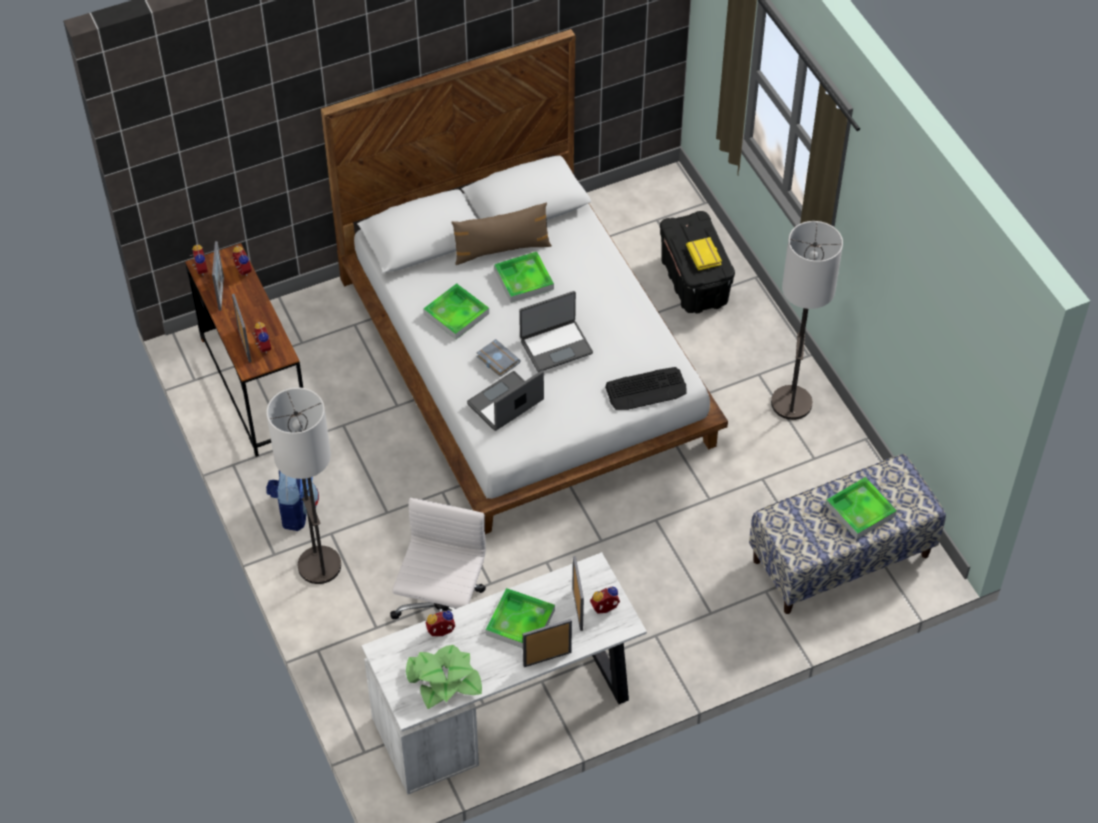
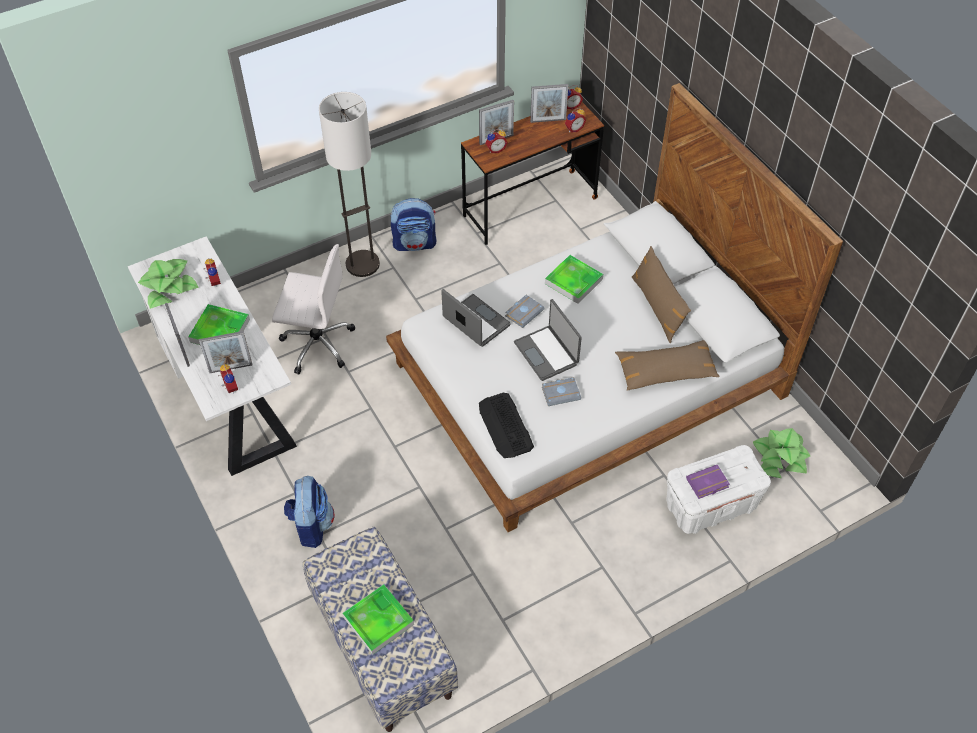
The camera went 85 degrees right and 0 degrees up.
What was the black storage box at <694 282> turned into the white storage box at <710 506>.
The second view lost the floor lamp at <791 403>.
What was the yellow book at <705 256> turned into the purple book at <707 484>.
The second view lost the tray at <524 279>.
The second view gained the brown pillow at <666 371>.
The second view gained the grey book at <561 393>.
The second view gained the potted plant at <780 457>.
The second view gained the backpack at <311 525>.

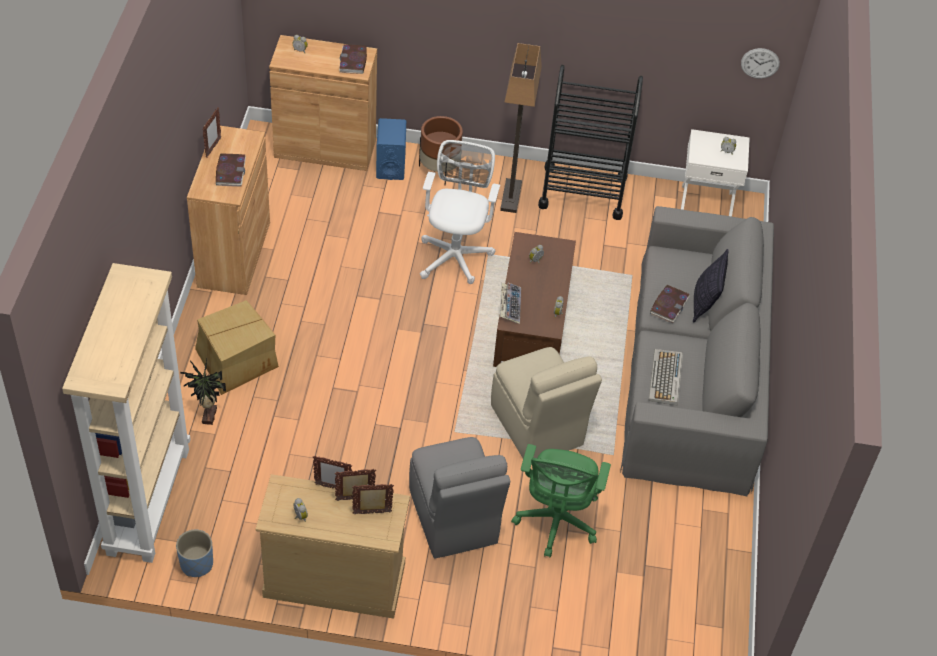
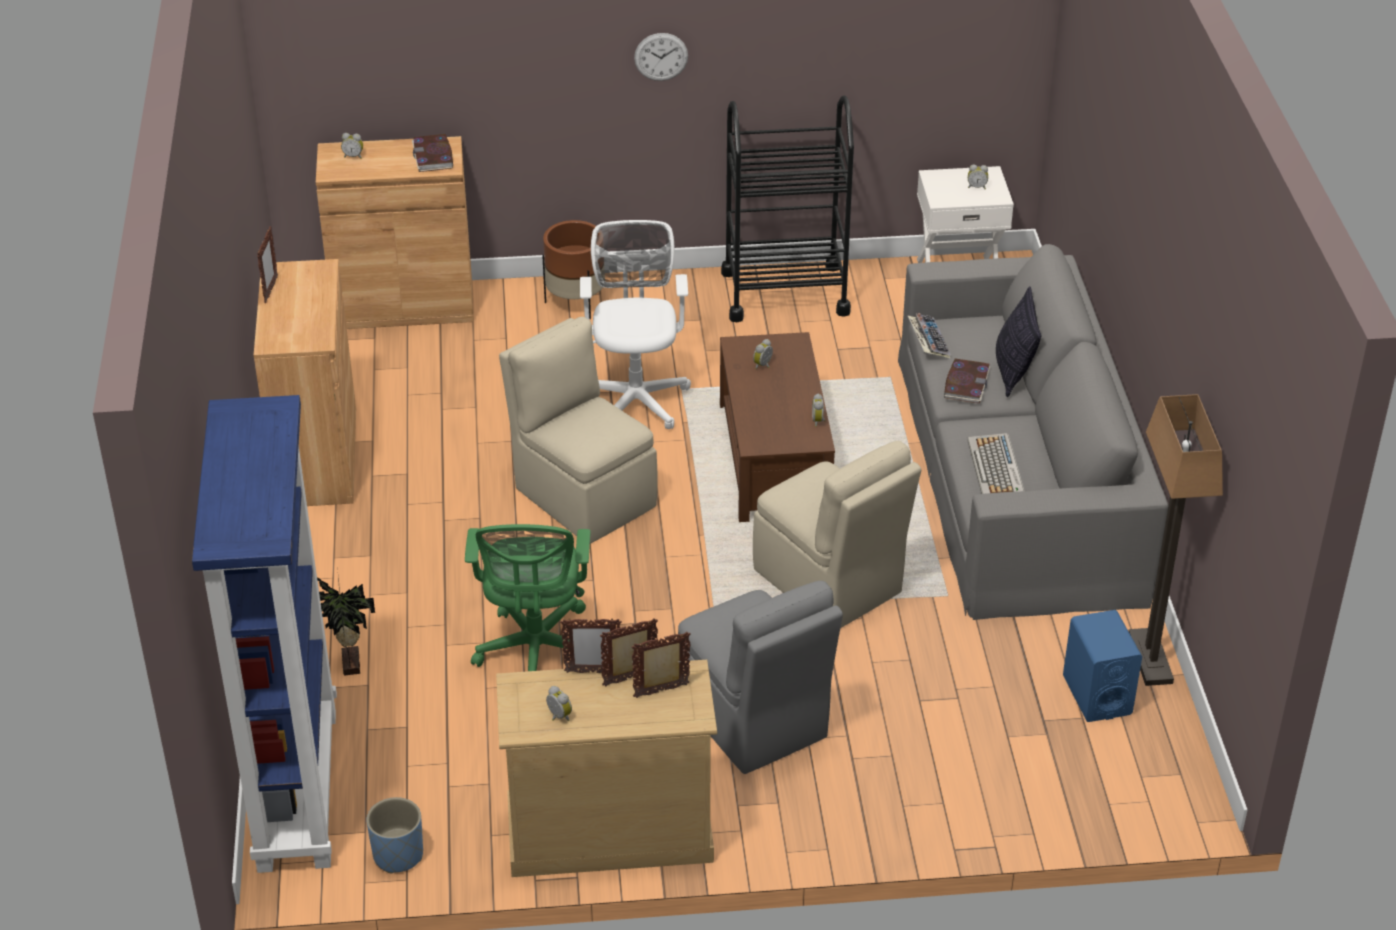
The camera went 10 degrees left and 10 degrees down.
The floor lamp ended up elsewhere, having gone from <511 197> to <1150 659>.
The wall clock ended up elsewhere, having gone from <760 63> to <661 56>.
The blue speaker ended up elsewhere, having gone from <390 166> to <1096 695>.
The second view lost the book at <230 171>.
What was the beige bookcase at <147 500> turned into the blue bookcase at <296 788>.
The keyboard ended up elsewhere, having gone from <509 305> to <928 341>.
The second view lost the cardboard box at <235 361>.
The green office chair ended up elsewhere, having gone from <556 522> to <535 652>.
The second view gained the beige chair at <583 495>.

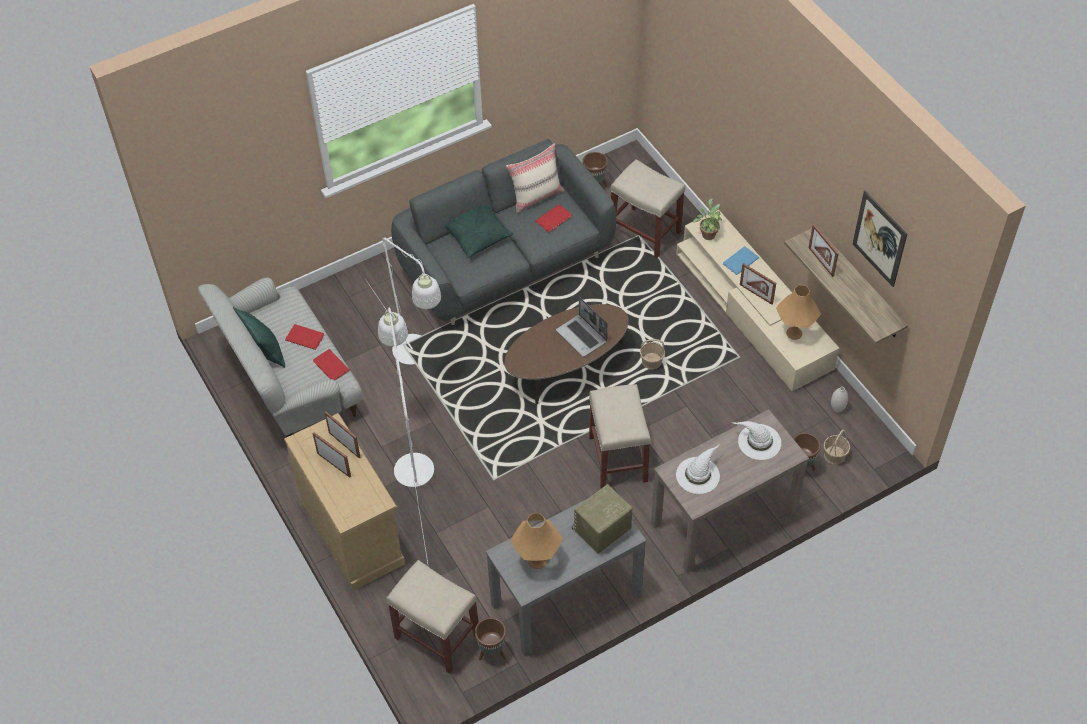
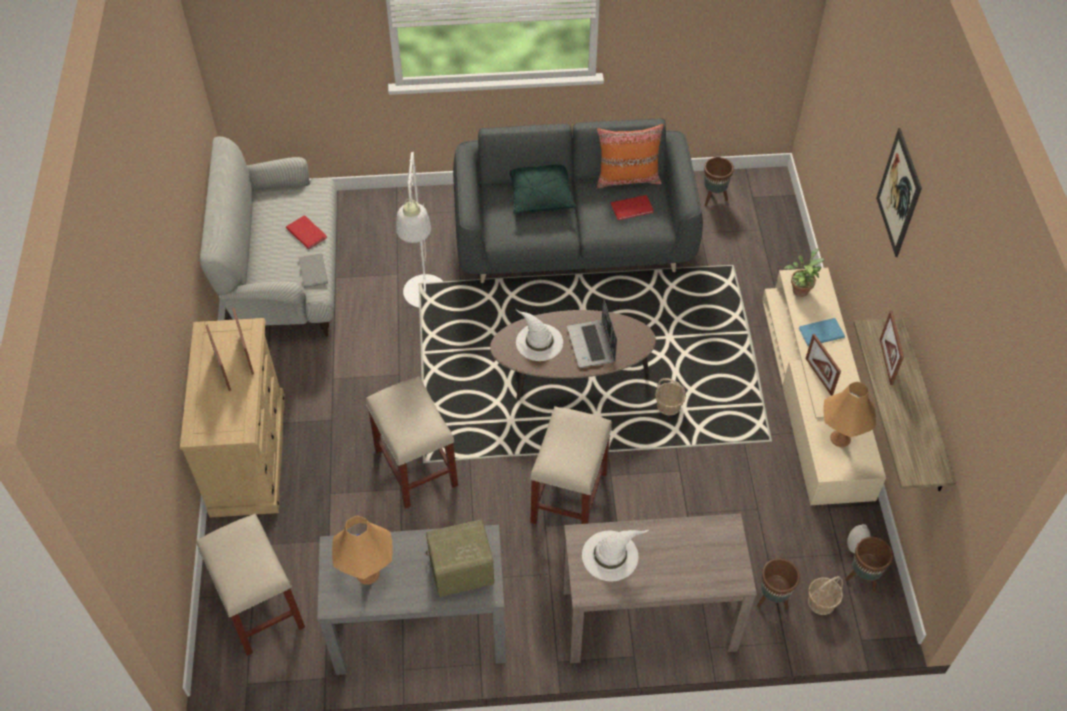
The camera went 25 degrees right and 0 degrees up.
What was the beige pillow at <536 196> turned into the orange pillow at <628 178>.
The beige stool ended up elsewhere, having gone from <646 232> to <417 468>.
The picture ended up elsewhere, having gone from <879 238> to <898 193>.
The second view lost the green pillow at <265 352>.
The second view lost the white floor lamp at <412 460>.
What was the red book at <331 367> turned into the grey book at <312 272>.
The white hat ended up elsewhere, having gone from <758 441> to <538 341>.
The brown planter ended up elsewhere, having gone from <492 653> to <862 578>.

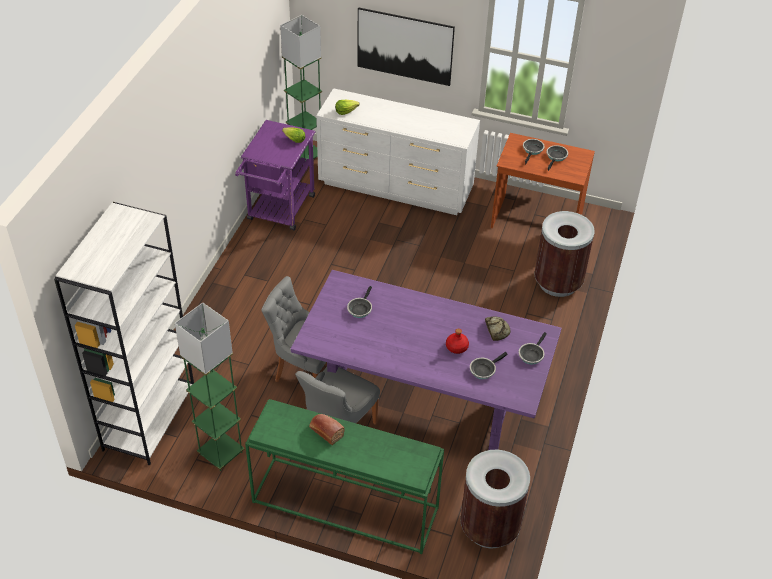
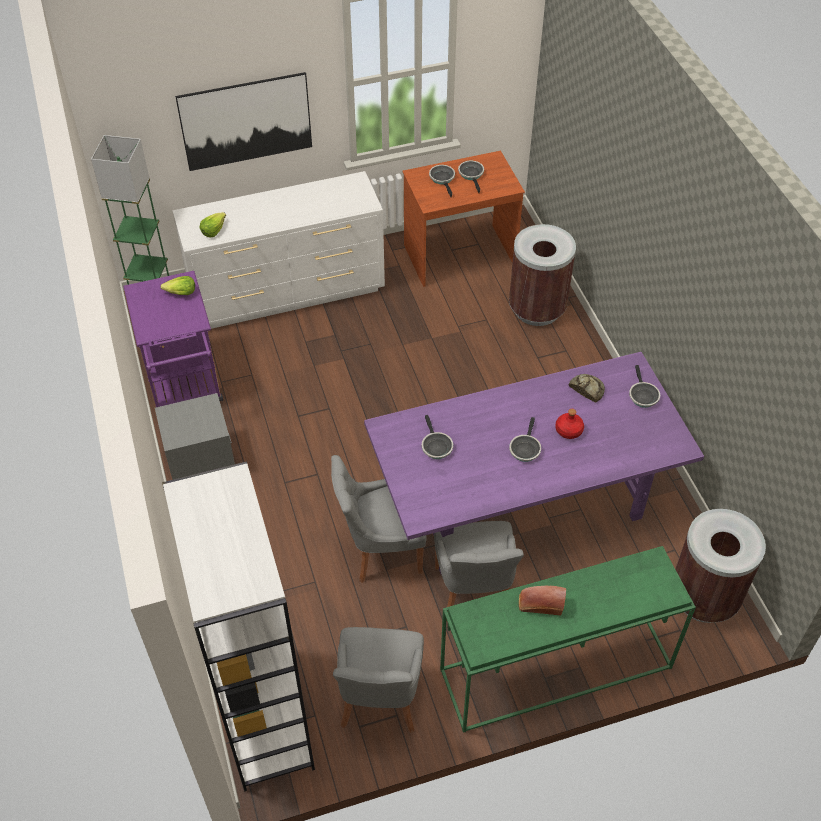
The camera went 35 degrees left and 5 degrees up.
Where the green floor lamp stood at <221 453>, the grey chair came to stand at <379 701>.
The frying pan ended up elsewhere, having gone from <484 369> to <525 448>.
The second view gained the grey nightstand at <200 461>.

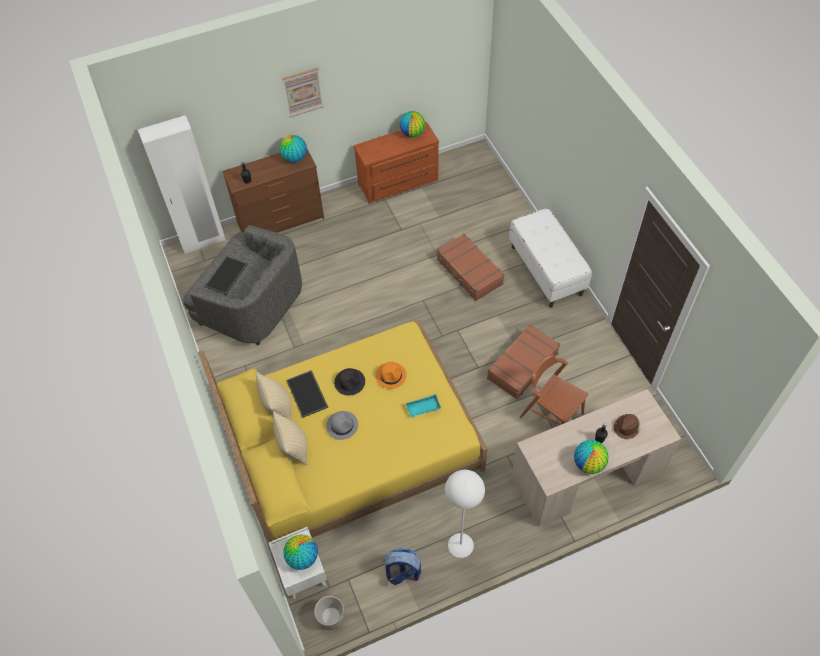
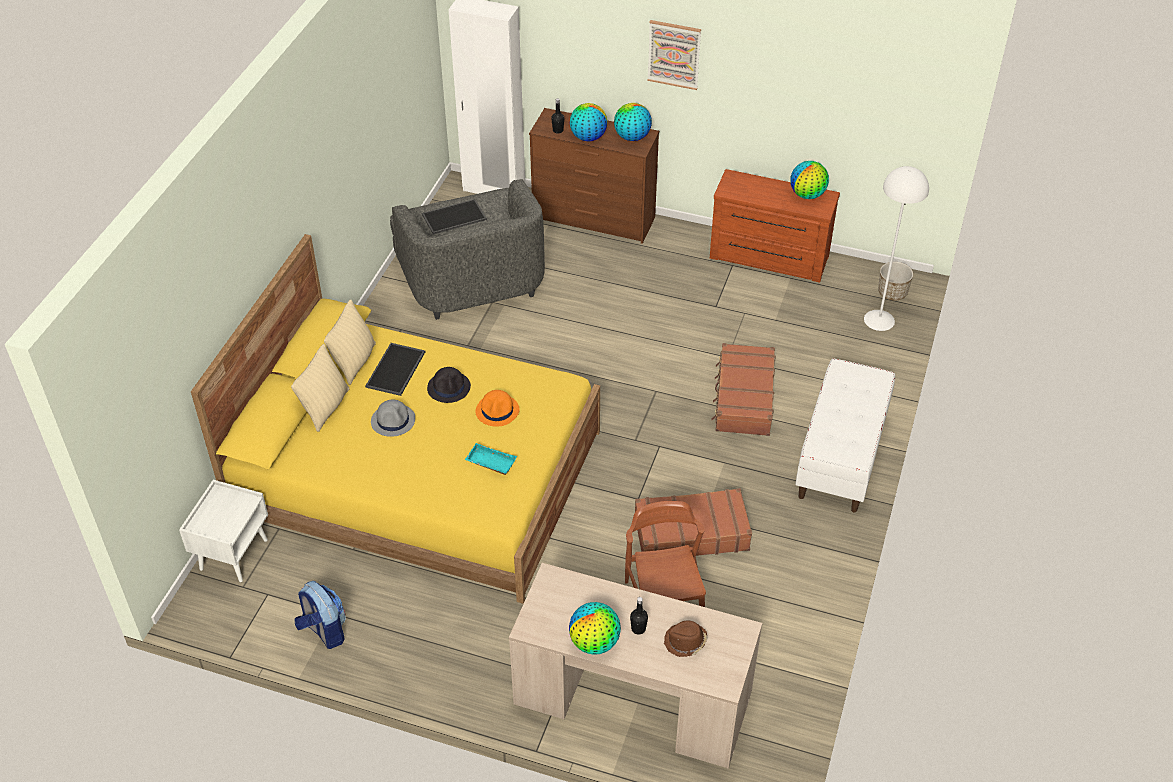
The camera went 40 degrees right and 10 degrees down.
The white floor lamp ended up elsewhere, having gone from <461 545> to <879 320>.
The globe ended up elsewhere, having gone from <302 557> to <588 137>.
The planter ended up elsewhere, having gone from <331 617> to <892 292>.

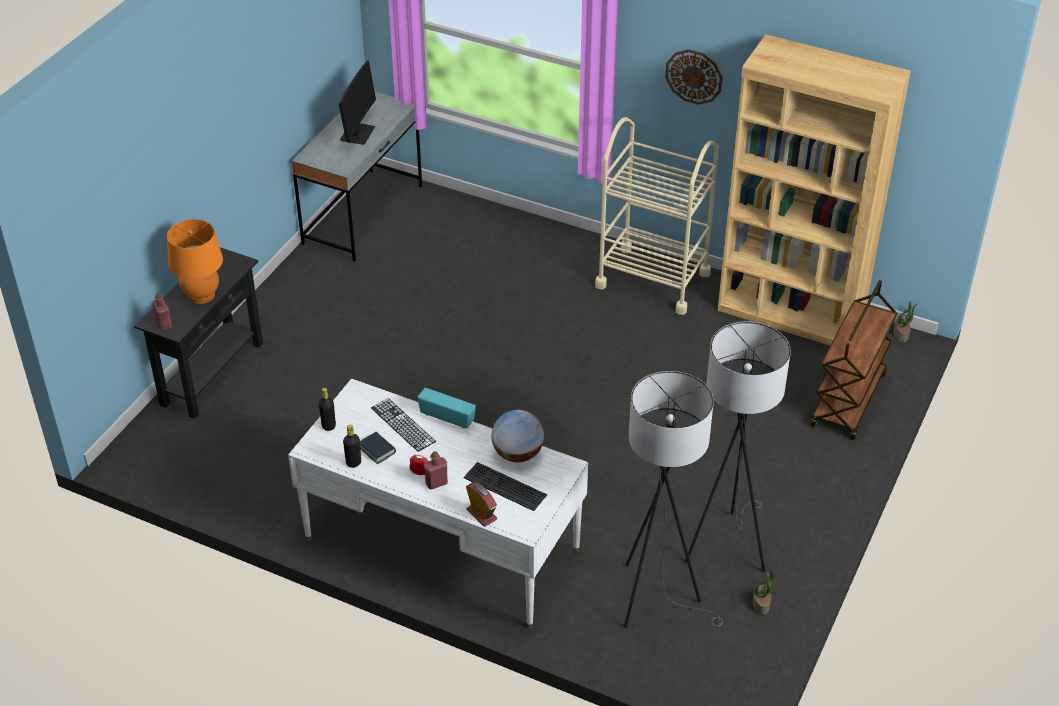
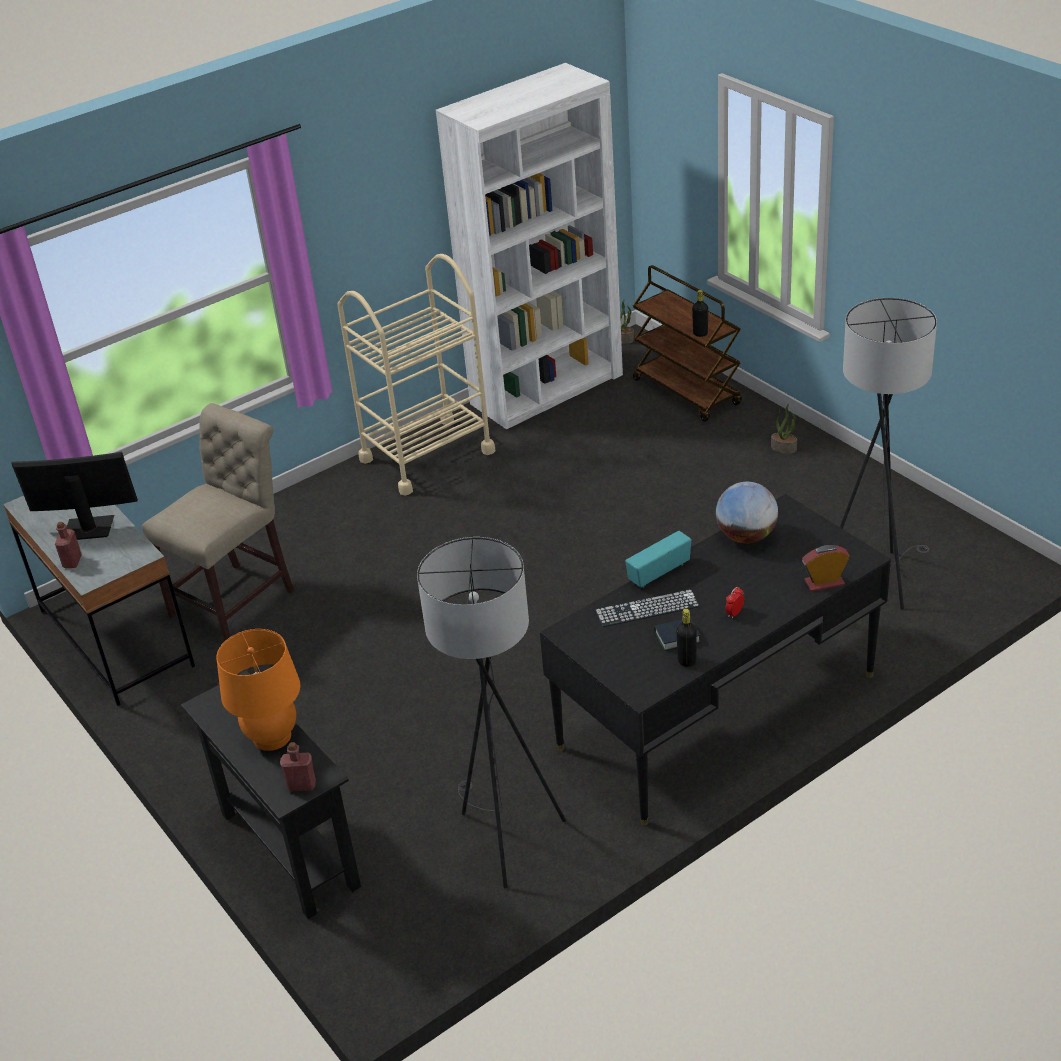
The camera went 60 degrees left and 5 degrees down.
What was the brown bookcase at <791 314> turned into the white bookcase at <547 389>.
The second view lost the wall clock at <694 76>.
The monitor at <357 134> ended up facing another way, 45 degrees counterclockwise from before.
The grey floor lamp ended up elsewhere, having gone from <727 543> to <502 837>.
What was the white desk at <442 544> turned into the black desk at <717 711>.
The black bottle ended up elsewhere, having gone from <328 426> to <700 333>.
The red bottle ended up elsewhere, having gone from <436 483> to <72 562>.
The second view lost the keyboard at <503 487>.
The potted plant ended up elsewhere, having gone from <761 604> to <784 448>.
The second view gained the beige chair at <238 599>.

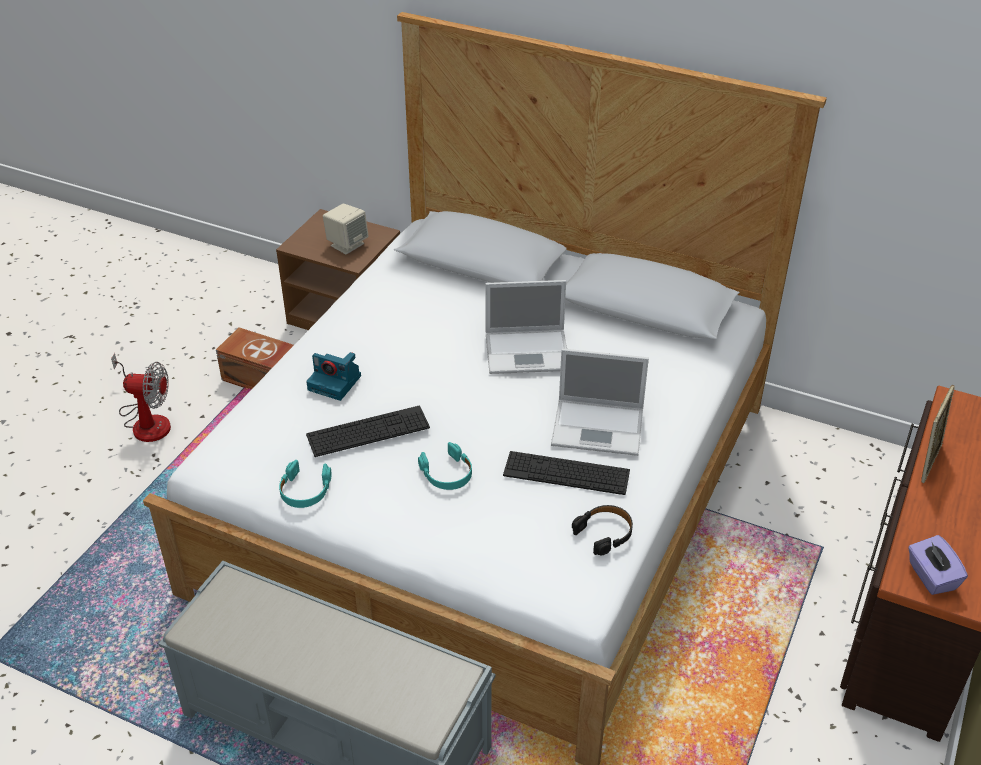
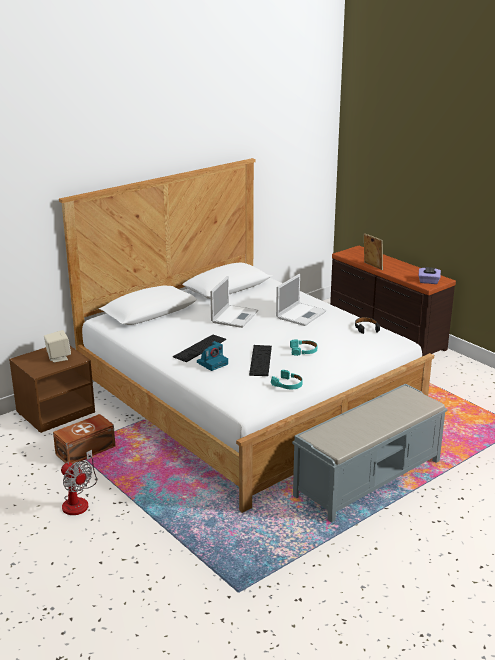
The camera went 65 degrees left and 15 degrees down.
The fan at <147 421> ended up facing another way, 105 degrees clockwise from before.
The keyboard ended up elsewhere, having gone from <566 473> to <200 348>.

